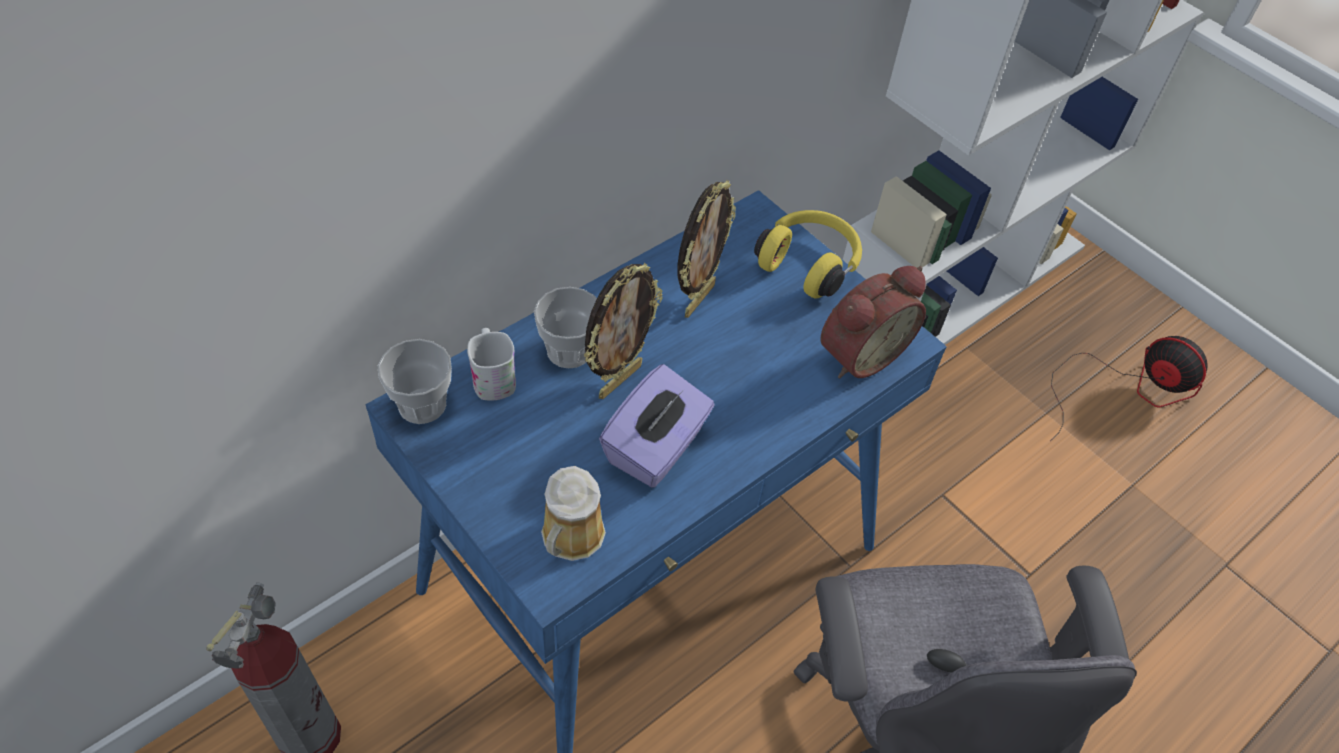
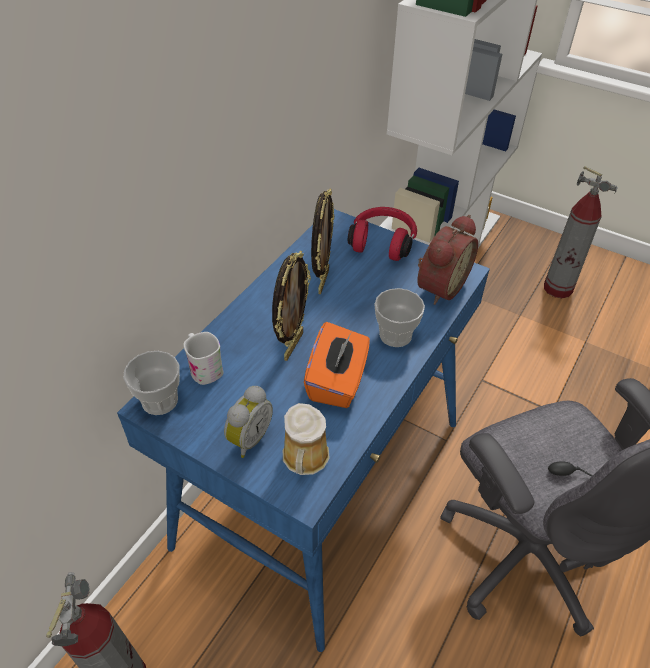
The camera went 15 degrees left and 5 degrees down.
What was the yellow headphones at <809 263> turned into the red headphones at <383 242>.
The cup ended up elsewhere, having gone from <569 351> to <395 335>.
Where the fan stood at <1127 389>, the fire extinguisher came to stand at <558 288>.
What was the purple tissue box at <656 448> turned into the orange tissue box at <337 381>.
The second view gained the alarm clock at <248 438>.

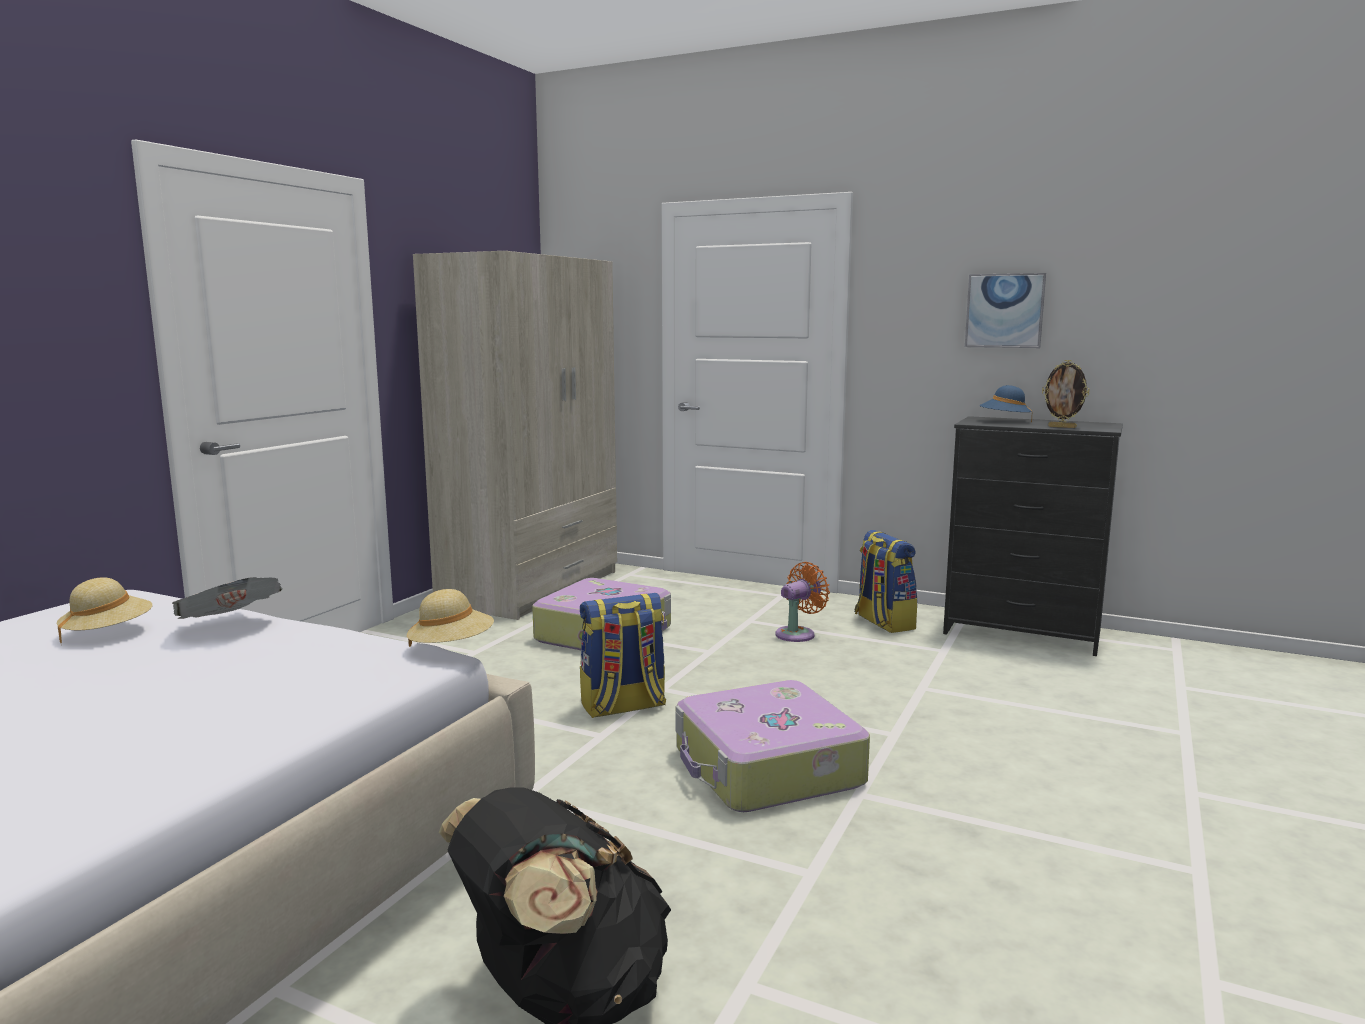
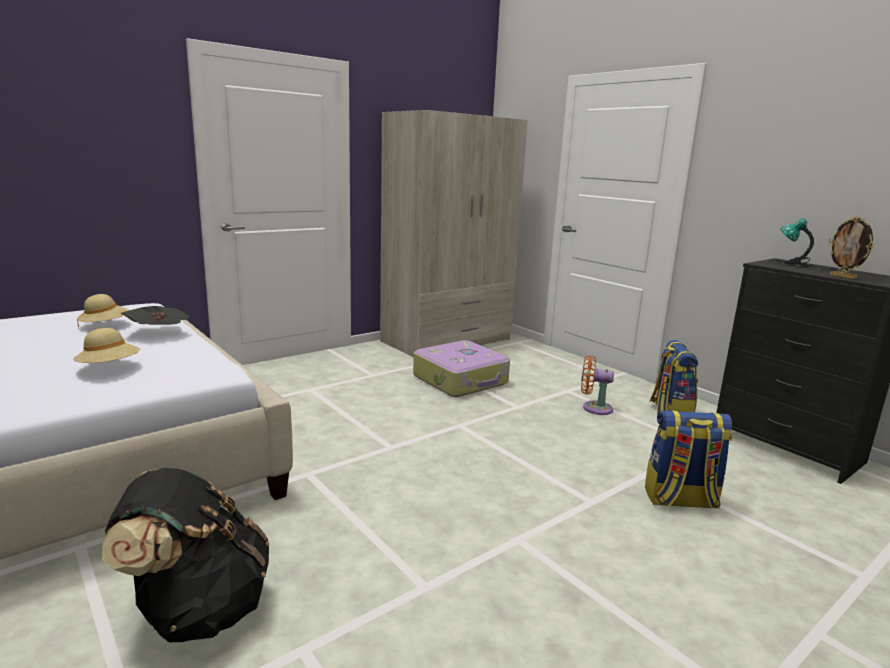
The camera went 25 degrees right and 5 degrees up.
The second view lost the picture at <1004 310>.
Where the blue hat stood at <1004 421>, the table lamp came to stand at <798 265>.
The orange fan at <798 634> ended up facing another way, 150 degrees counterclockwise from before.
The beige hat ended up elsewhere, having gone from <452 648> to <109 368>.
The backpack ended up elsewhere, having gone from <623 707> to <680 500>.
The second view lost the suitcase at <766 768>.

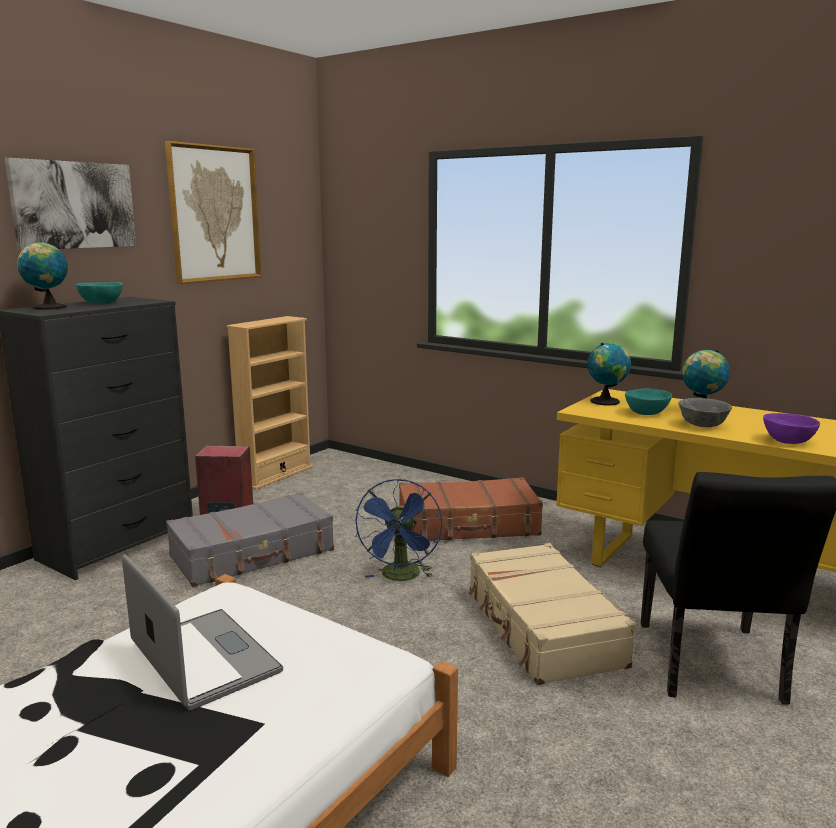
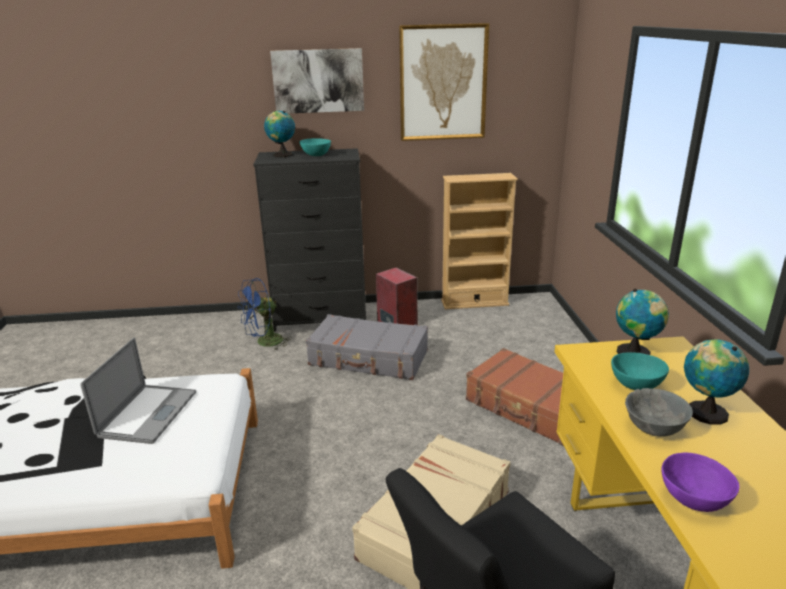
The camera went 50 degrees right and 10 degrees up.
The blue fan ended up elsewhere, having gone from <401 577> to <264 343>.

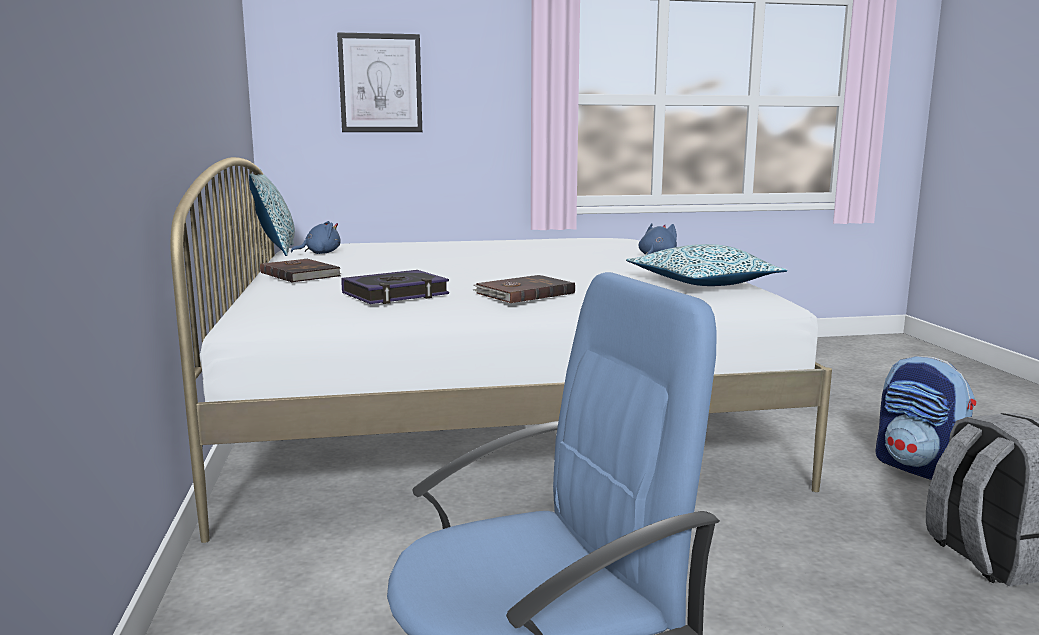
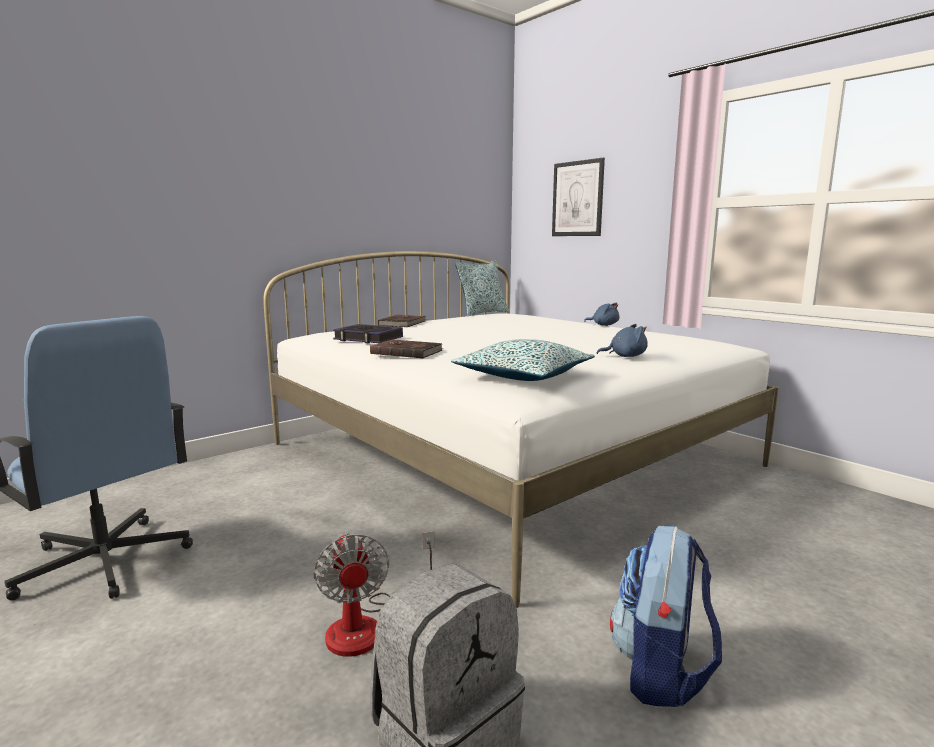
The camera went 60 degrees right and 0 degrees up.
The blue plush toy ended up elsewhere, having gone from <320 253> to <604 325>.
The second view gained the fan at <369 625>.

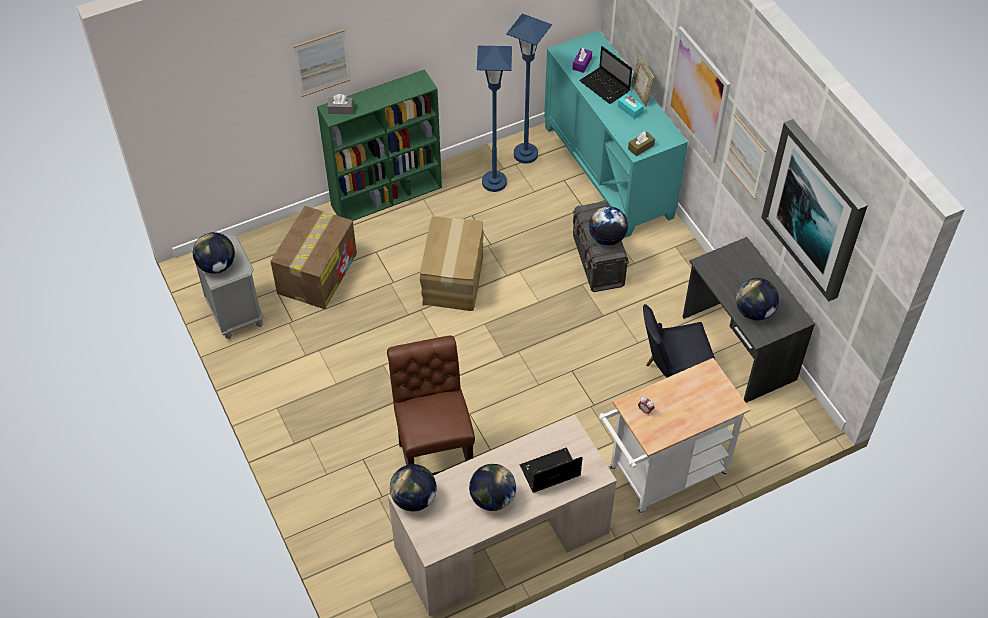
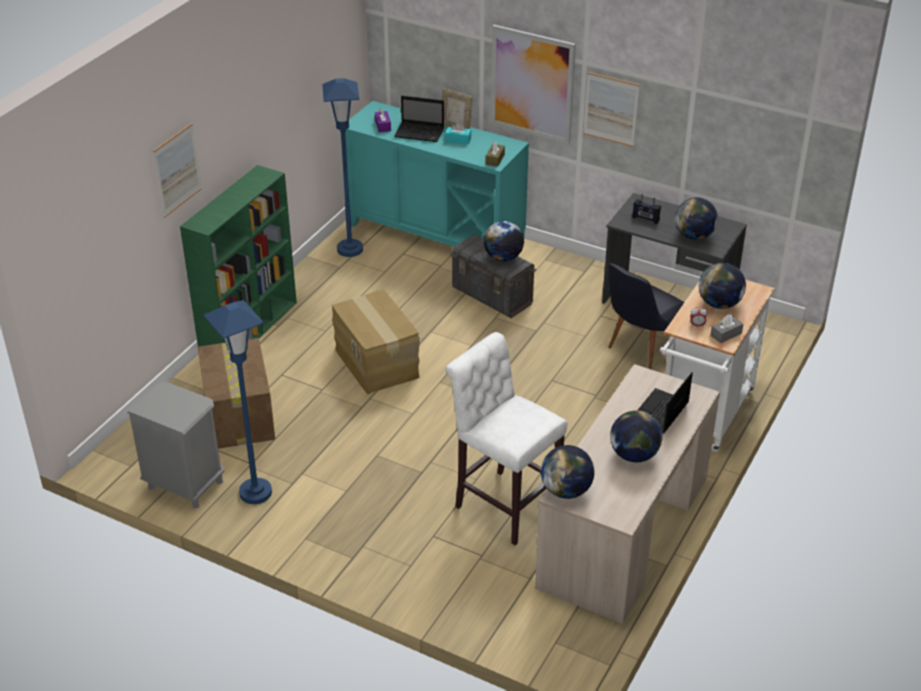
The camera went 35 degrees left and 15 degrees down.
The blue floor lamp ended up elsewhere, having gone from <494 182> to <255 492>.
The grey tissue box ended up elsewhere, having gone from <341 109> to <726 334>.
The second view lost the picture at <815 210>.
The globe ended up elsewhere, having gone from <217 265> to <719 304>.
What was the brown stool at <435 462> turned into the white stool at <503 504>.
The second view gained the radio at <645 219>.

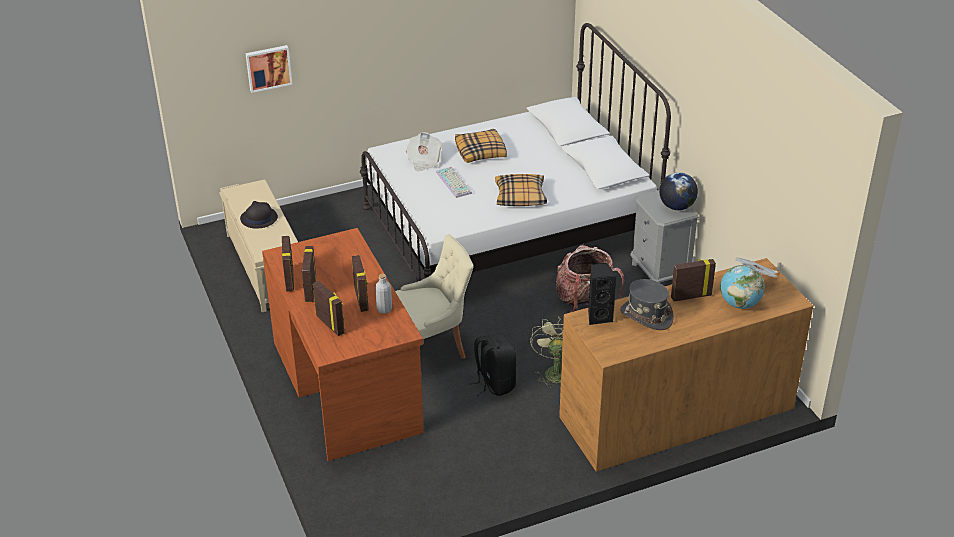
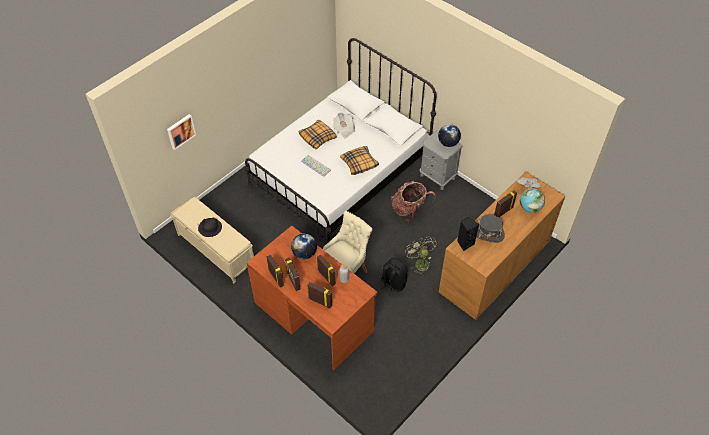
The camera went 25 degrees left and 15 degrees up.
The newspaper ended up elsewhere, having gone from <424 161> to <344 129>.
The second view gained the globe at <304 253>.

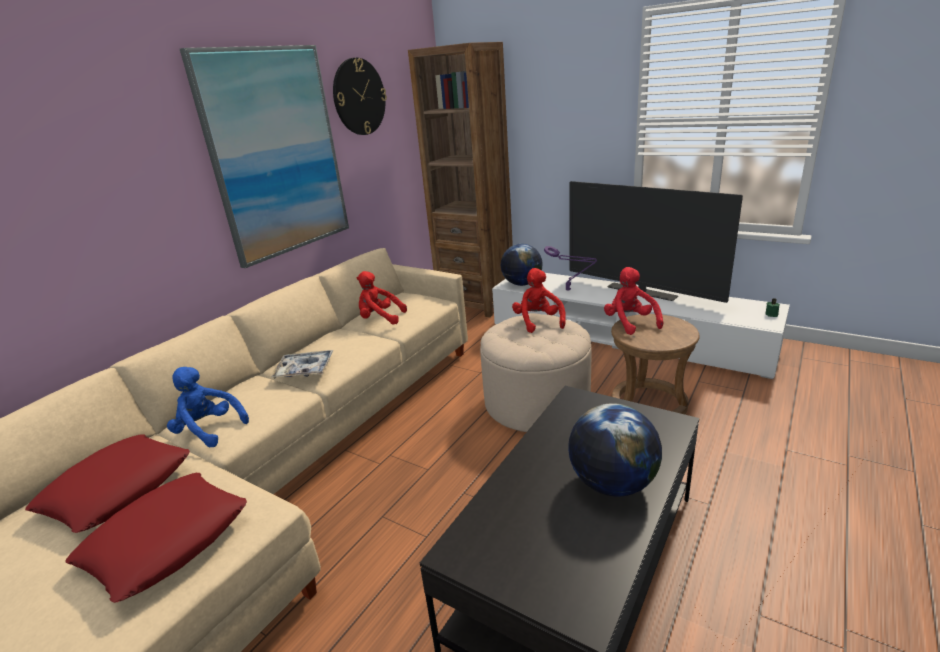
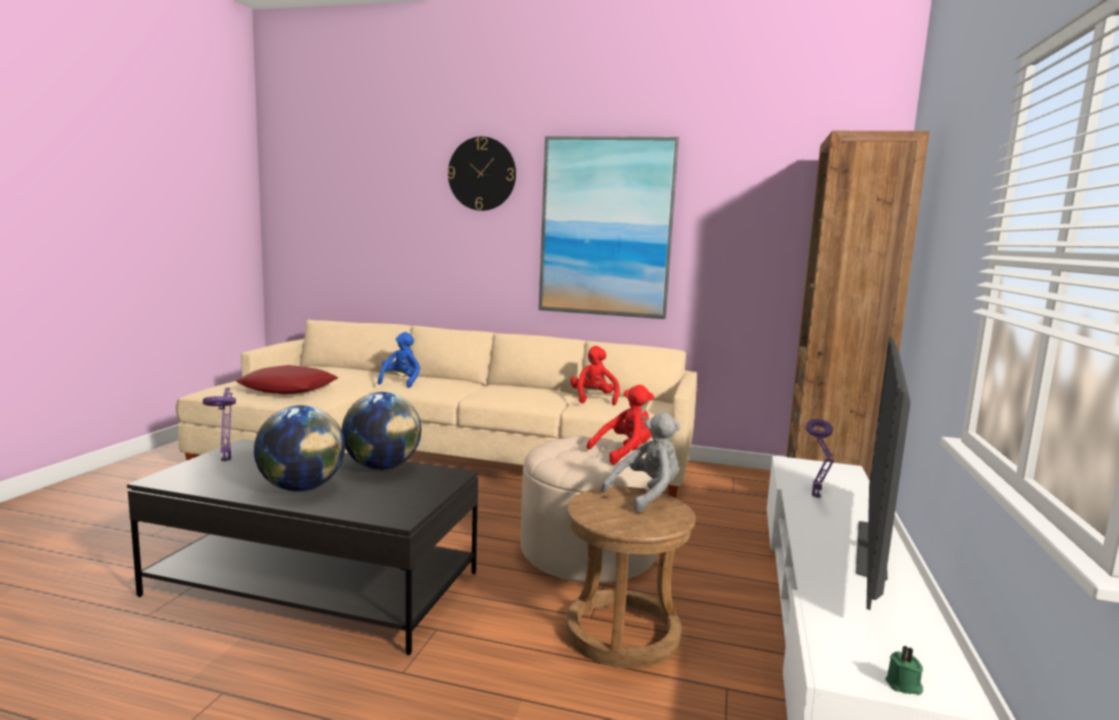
The camera went 70 degrees right and 15 degrees down.
The wall clock ended up elsewhere, having gone from <359 97> to <482 174>.
The globe ended up elsewhere, having gone from <522 284> to <382 467>.
What was the red plush toy at <630 323> turned into the grey plush toy at <646 495>.
The second view lost the tray at <304 370>.
The second view lost the red pillow at <118 489>.
The second view gained the purple table lamp at <226 459>.

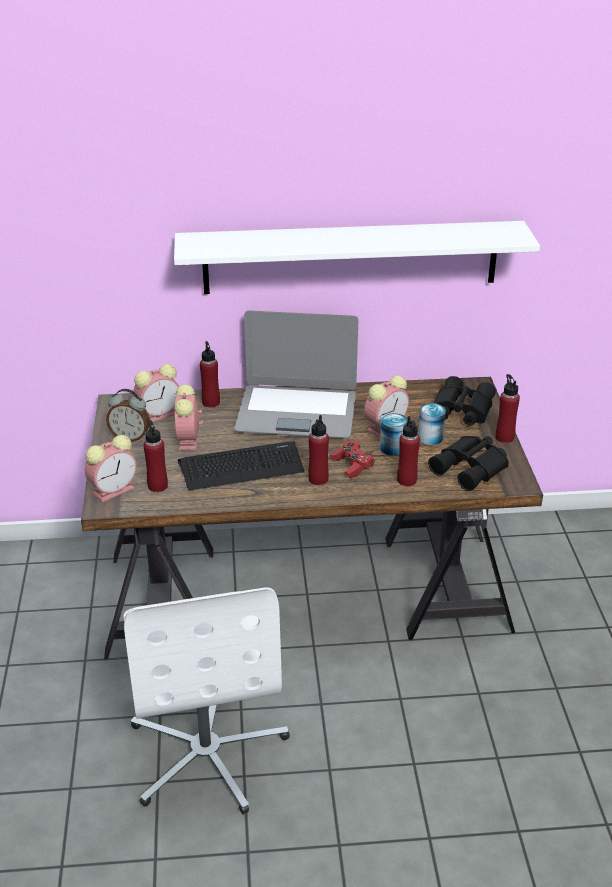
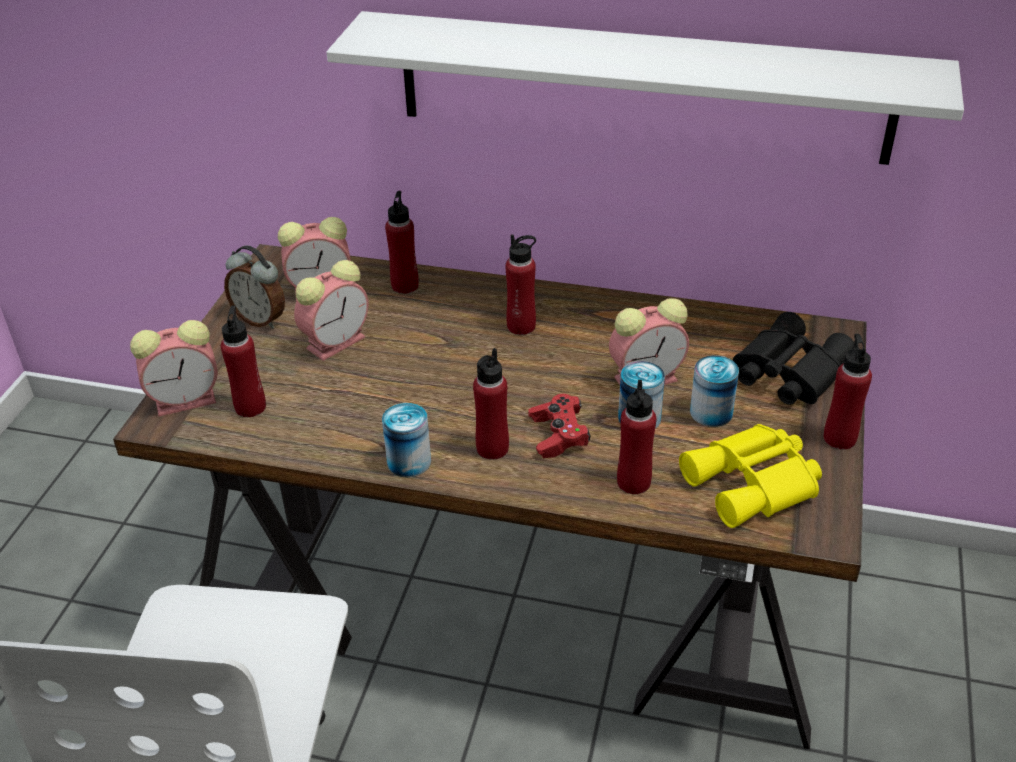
The camera went 20 degrees right and 5 degrees up.
Where the laptop stood at <297 412>, the red bottle came to stand at <521 326>.
The alarm clock at <188 441> ended up facing another way, 150 degrees counterclockwise from before.
What was the black binoculars at <471 468> turned into the yellow binoculars at <754 485>.
The second view lost the keyboard at <241 467>.
The second view gained the can at <409 461>.

